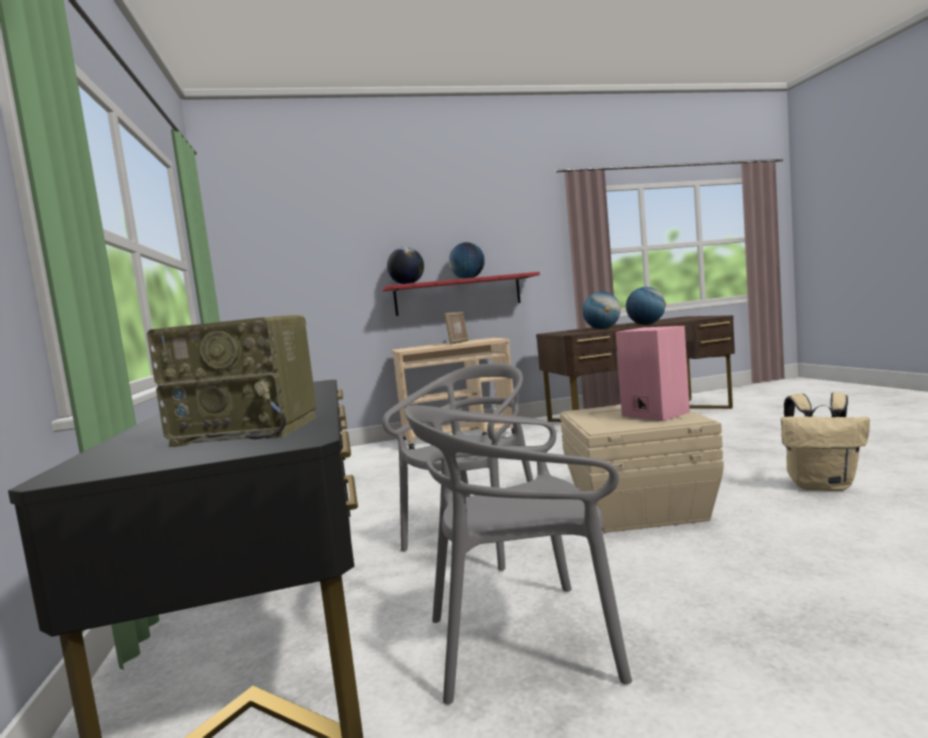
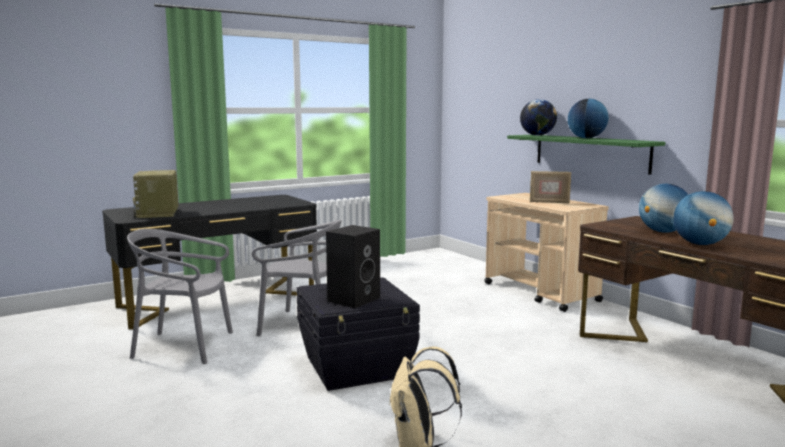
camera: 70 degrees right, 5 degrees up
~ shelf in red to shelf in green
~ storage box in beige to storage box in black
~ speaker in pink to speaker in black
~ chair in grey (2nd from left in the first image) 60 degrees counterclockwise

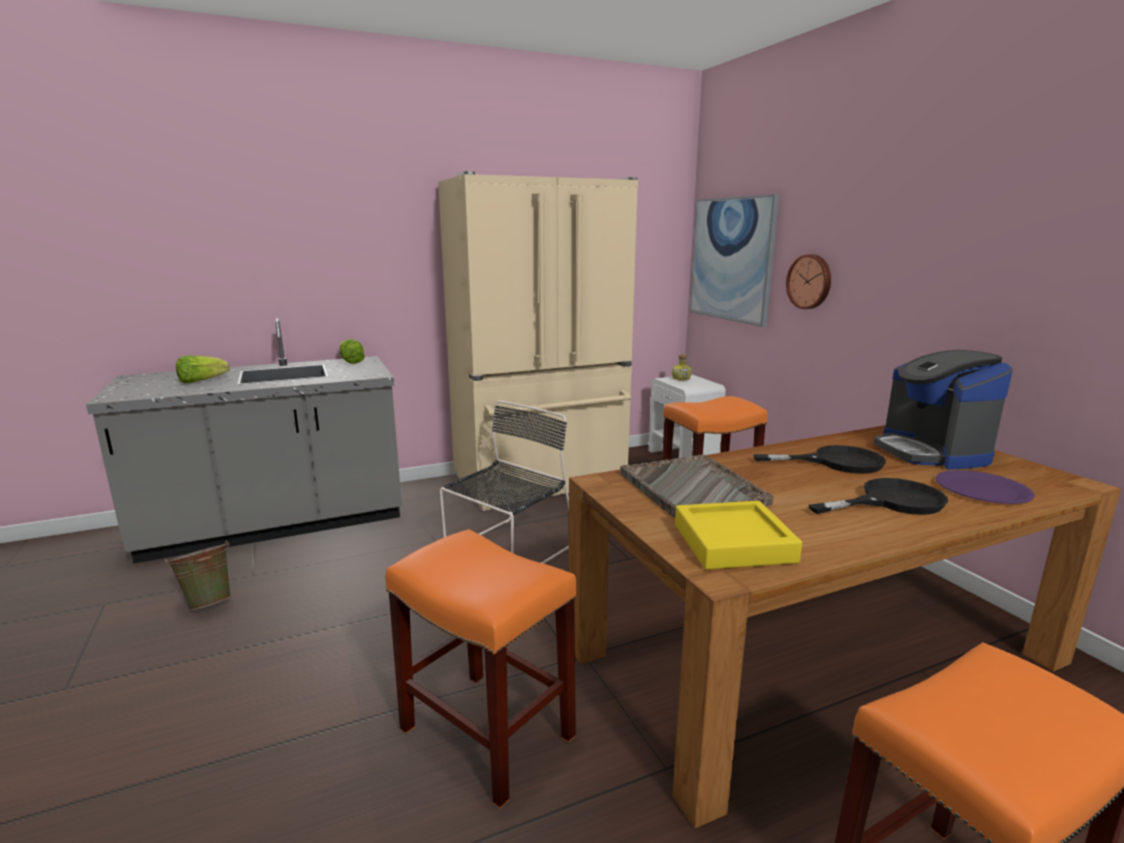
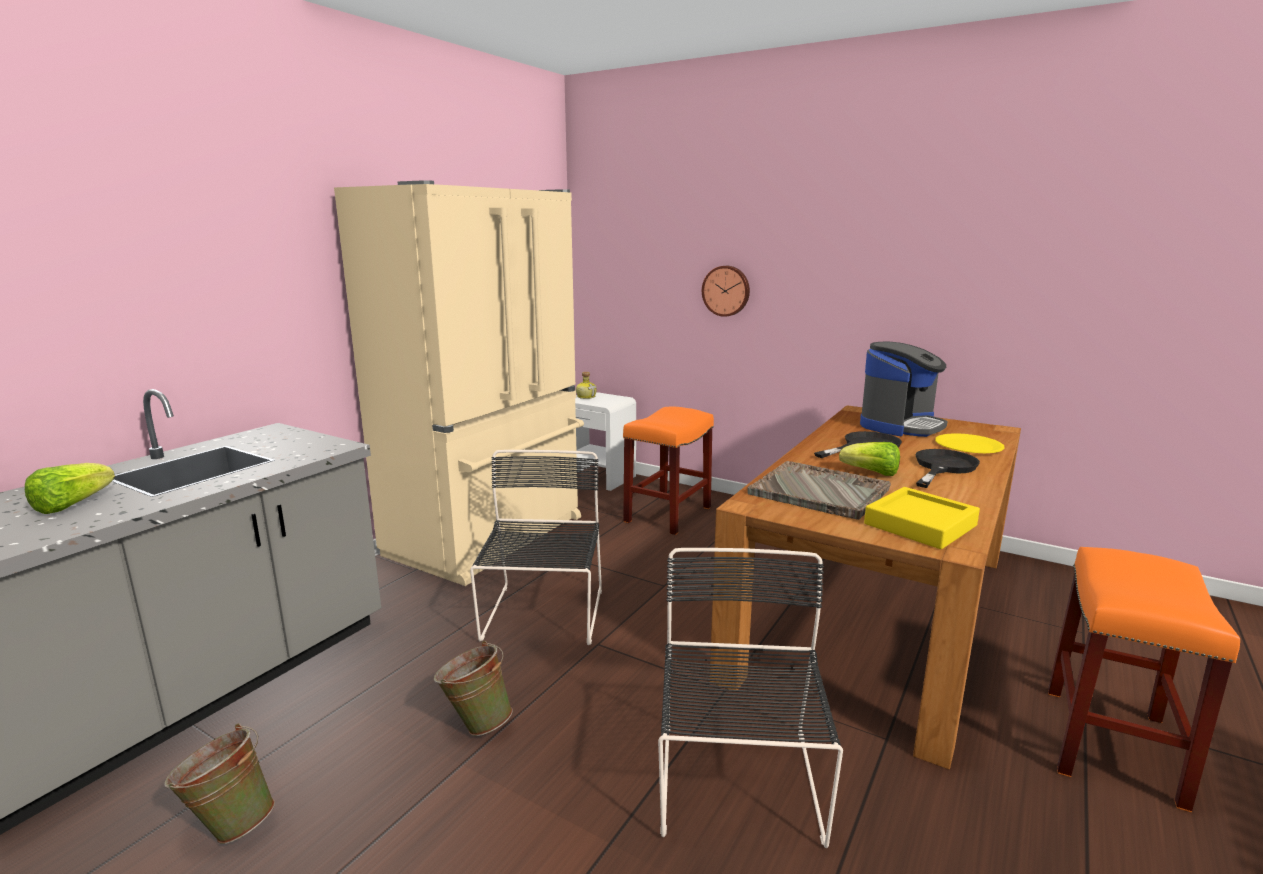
camera: 35 degrees left, 0 degrees up
- picture
+ bucket in green (2nd from left)
~ lettuce (2nd from left)
~ stool in orange (1st from left) to chair in black (2nd from left)
~ plate in purple to plate in yellow
~ coffee machine 90 degrees counterclockwise

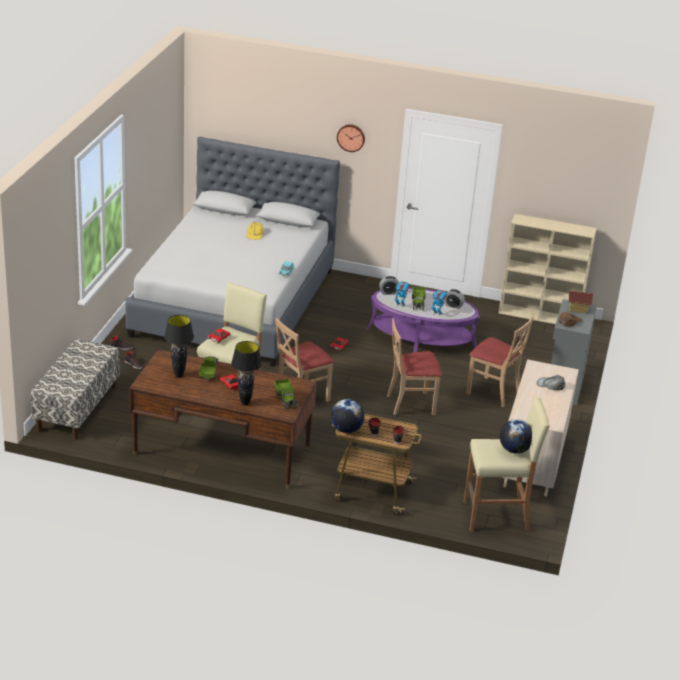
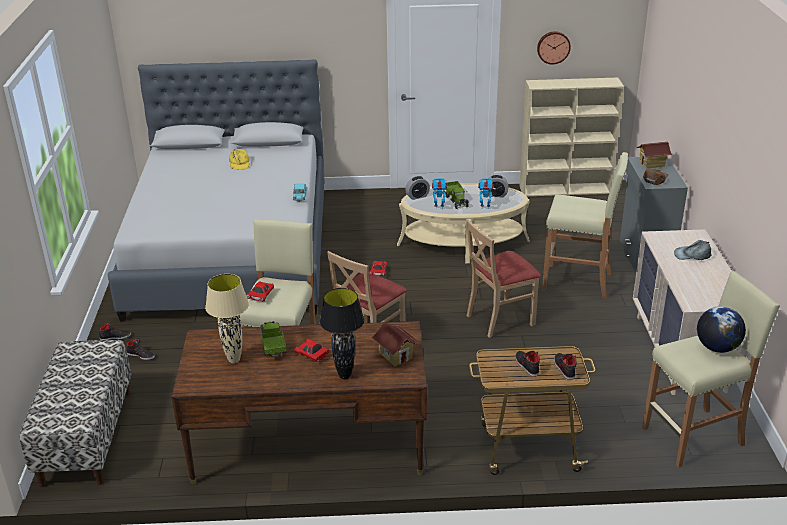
camera: 15 degrees left, 0 degrees up
- globe (1st from left)
~ wall clock
~ toy truck (2nd from left) to toy house (1st from left)
~ chair in beige (3rd from left) to stool in beige (2nd from left)
~ table lamp in black (1st from left) to table lamp in beige
~ coffee table in purple to coffee table in beige

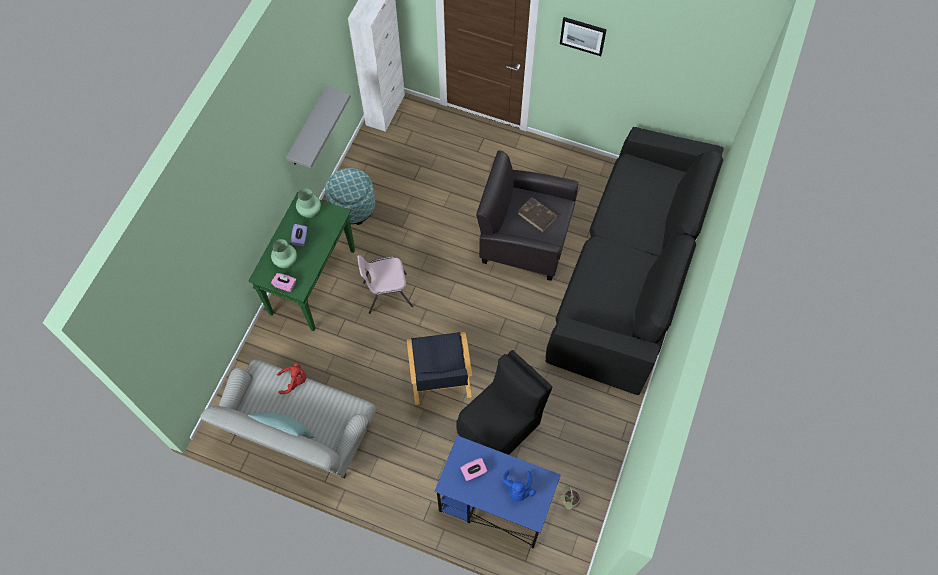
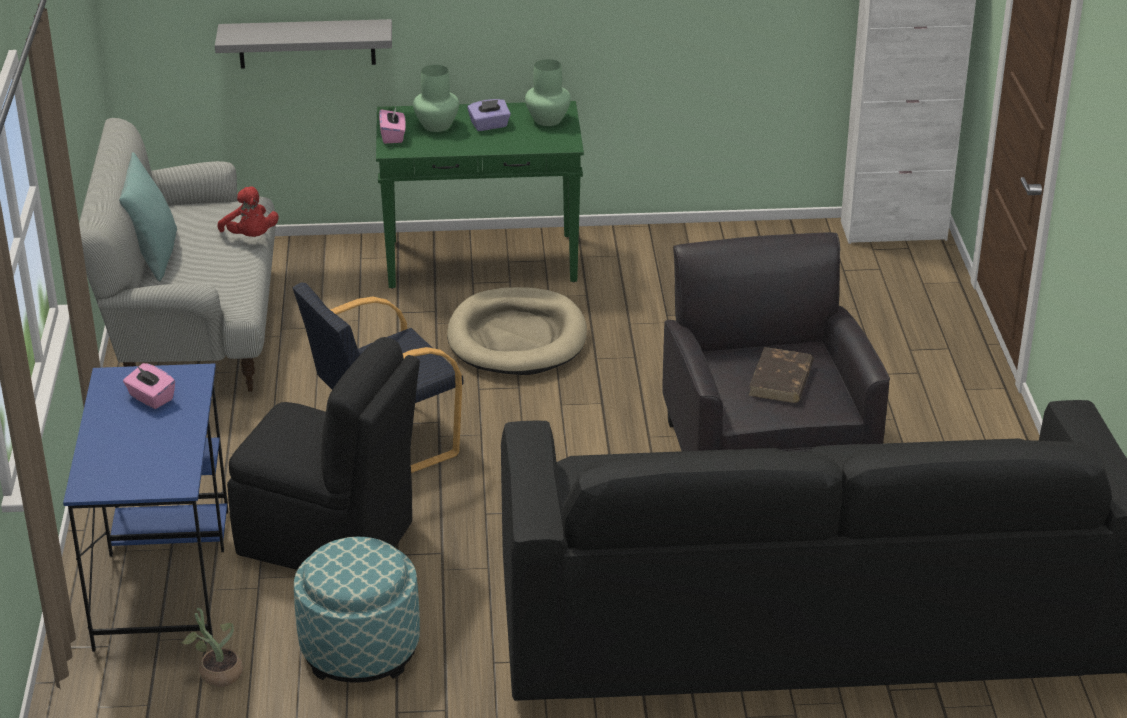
camera: 65 degrees right, 30 degrees down
- plush toy in blue
- picture
~ shelf in grey
~ ottoman
~ chair in pink to dog bed in beige

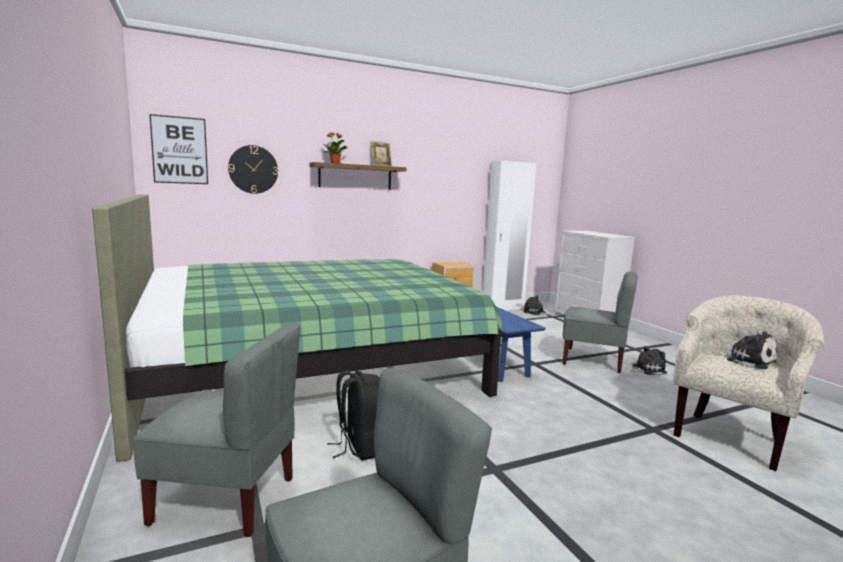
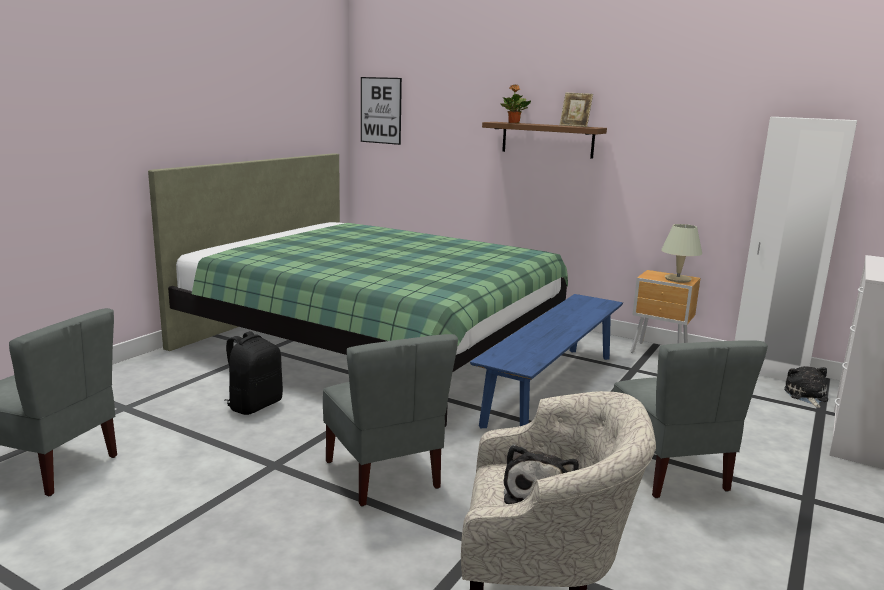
camera: 55 degrees right, 5 degrees up
- wall clock
- plush toy (2nd from left)
+ table lamp in beige
~ chair in grey (1st from left in the first image) to chair in grey (2nd from left)

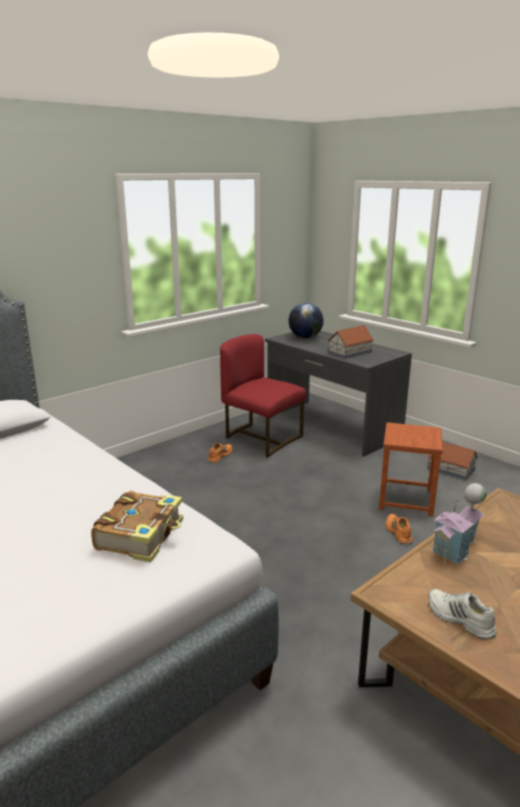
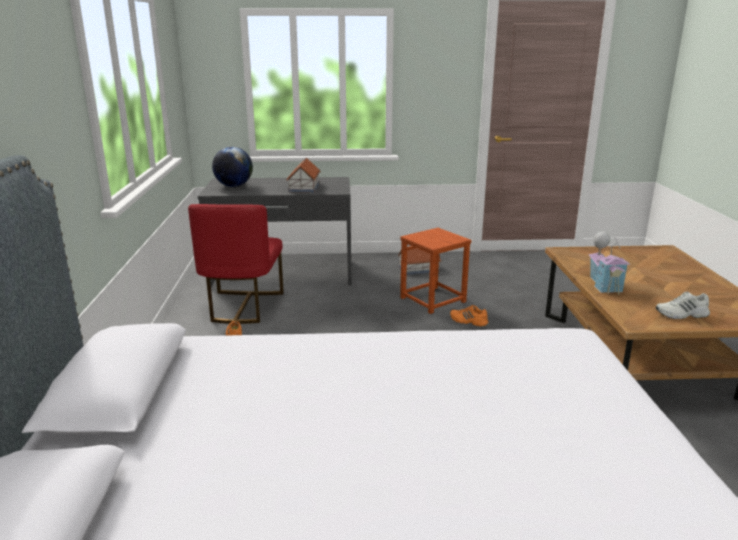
camera: 50 degrees left, 0 degrees up
- book
~ chair in red 75 degrees counterclockwise

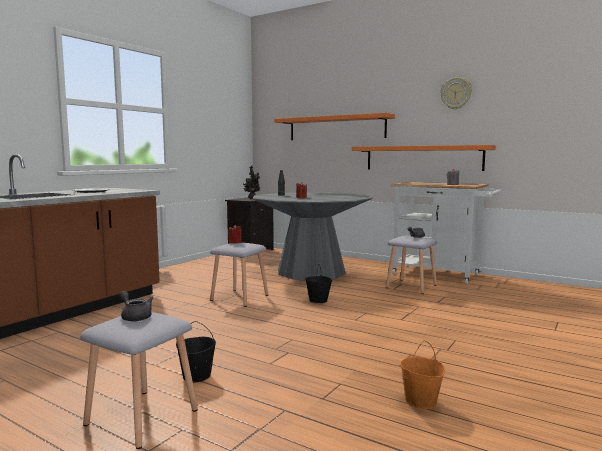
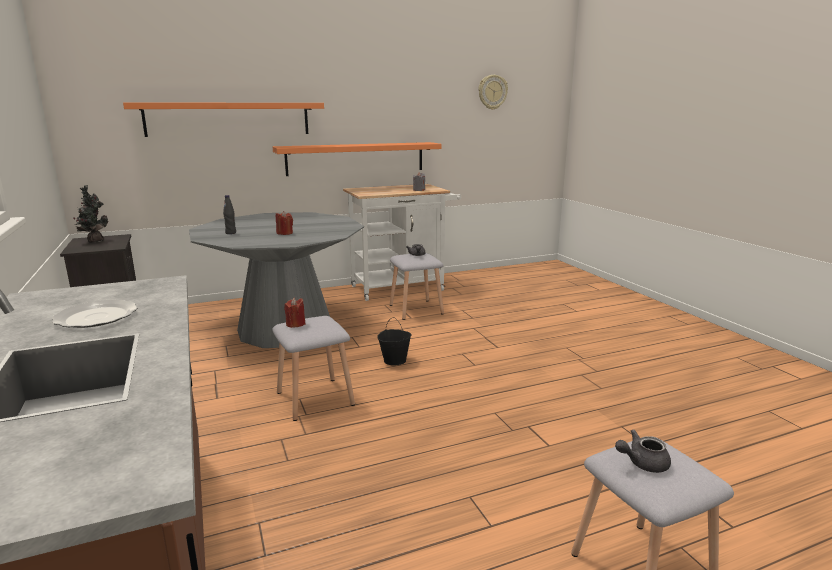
camera: 55 degrees left, 10 degrees up
- bucket in black (1st from left)
- bucket in orange
~ wall clock

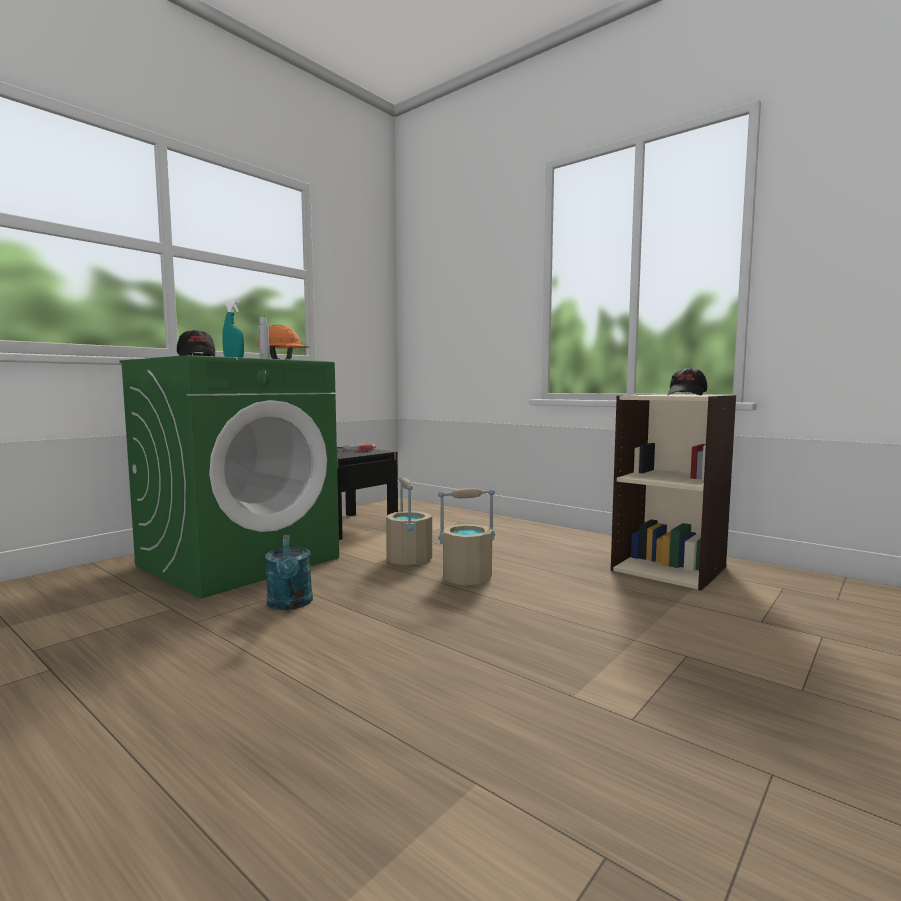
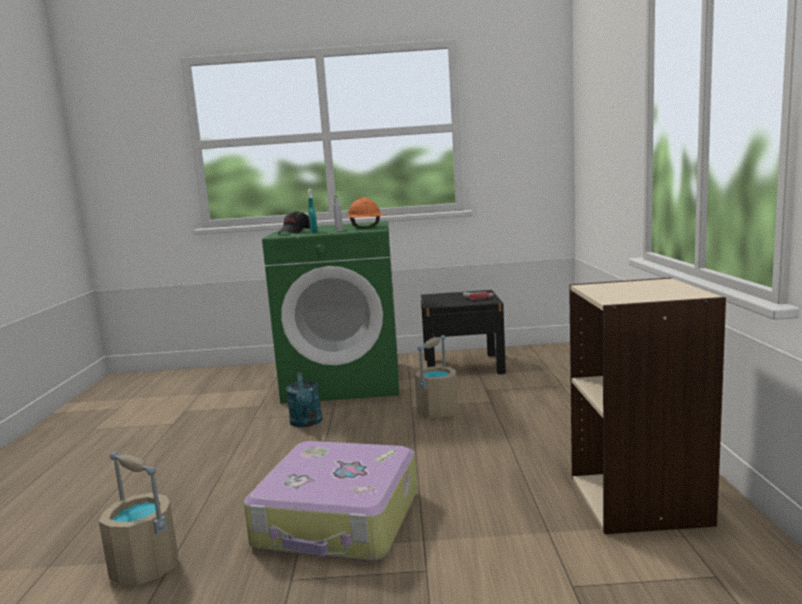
camera: 50 degrees right, 5 degrees up
- cap in black (2nd from left)
+ suitcase
~ bucket in beige (2nd from left in the first image) to bucket in beige (1st from left)
~ watering can in turquoise 45 degrees counterclockwise

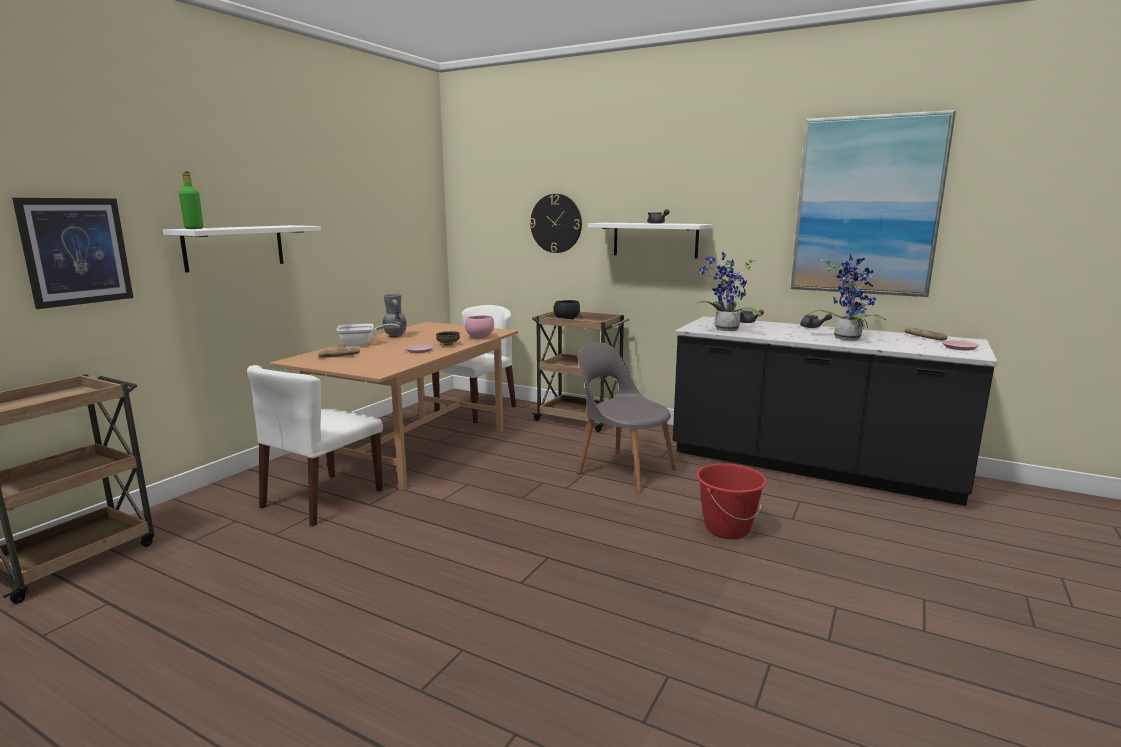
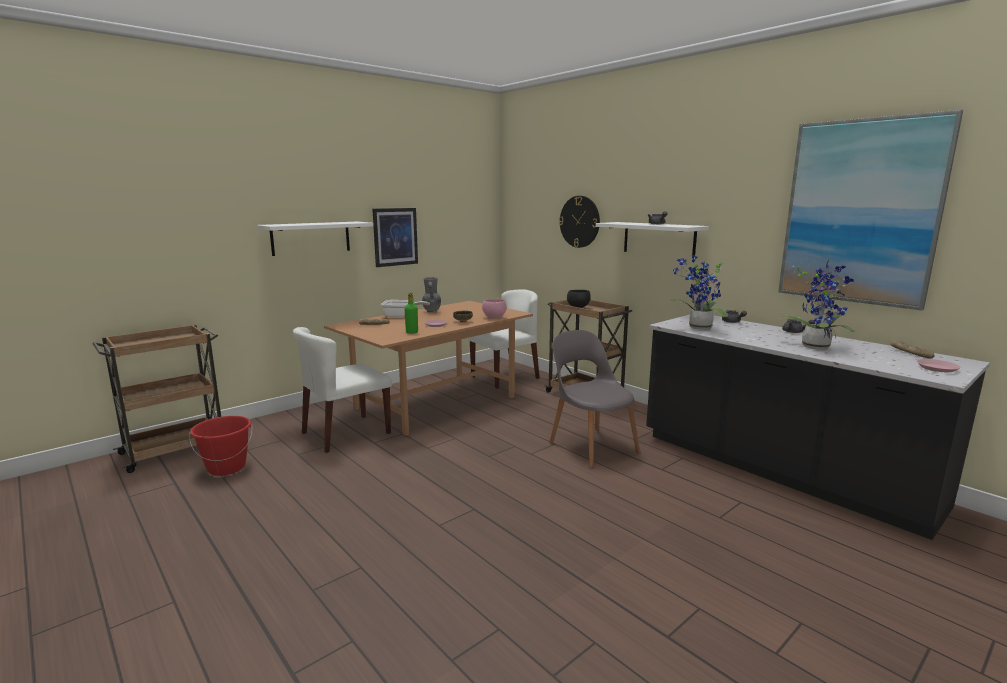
camera: 20 degrees right, 0 degrees up
~ picture (1st from left)
~ bottle in green
~ bucket in red

